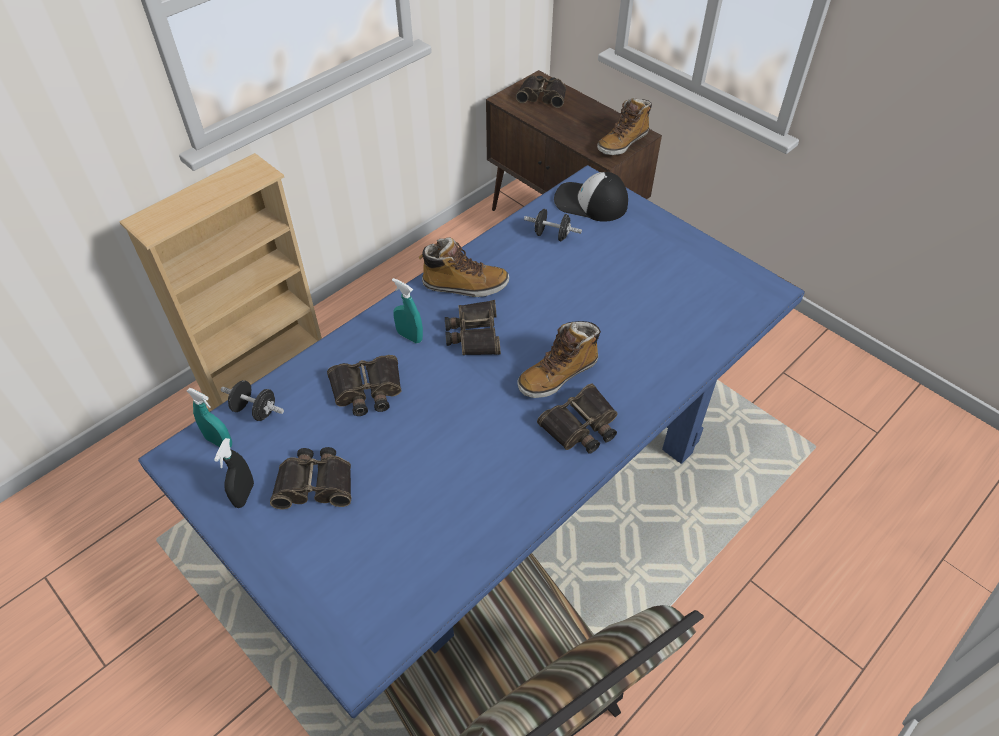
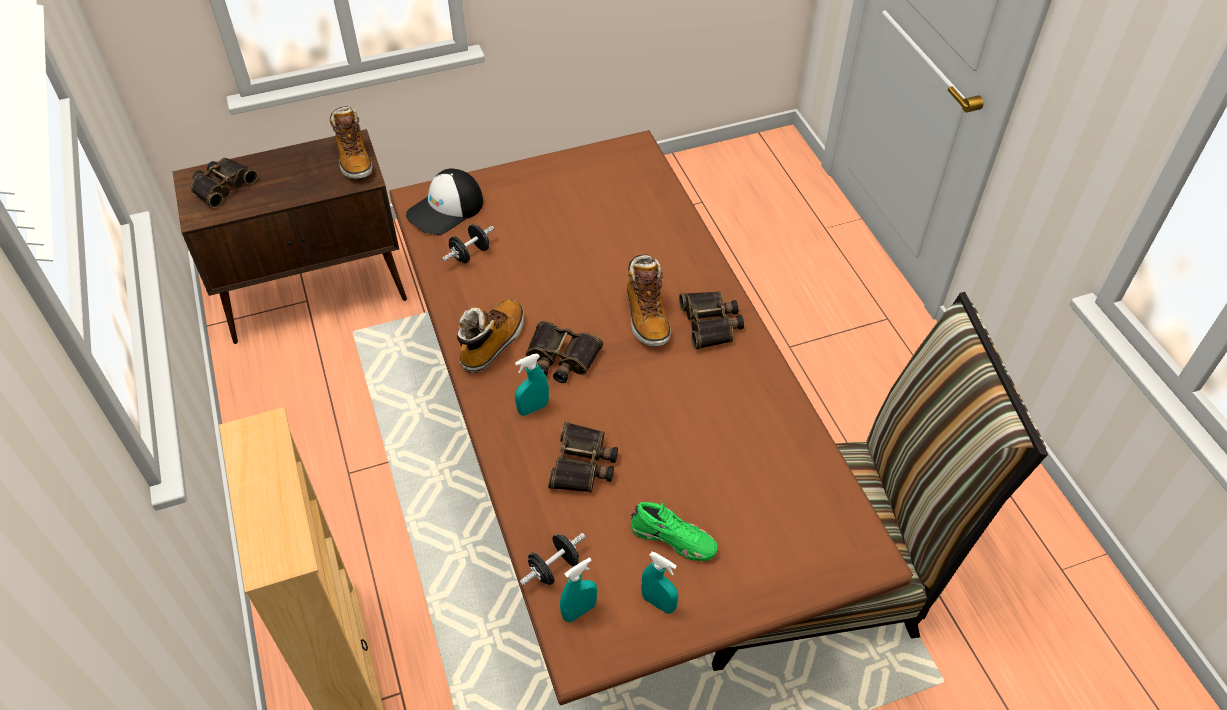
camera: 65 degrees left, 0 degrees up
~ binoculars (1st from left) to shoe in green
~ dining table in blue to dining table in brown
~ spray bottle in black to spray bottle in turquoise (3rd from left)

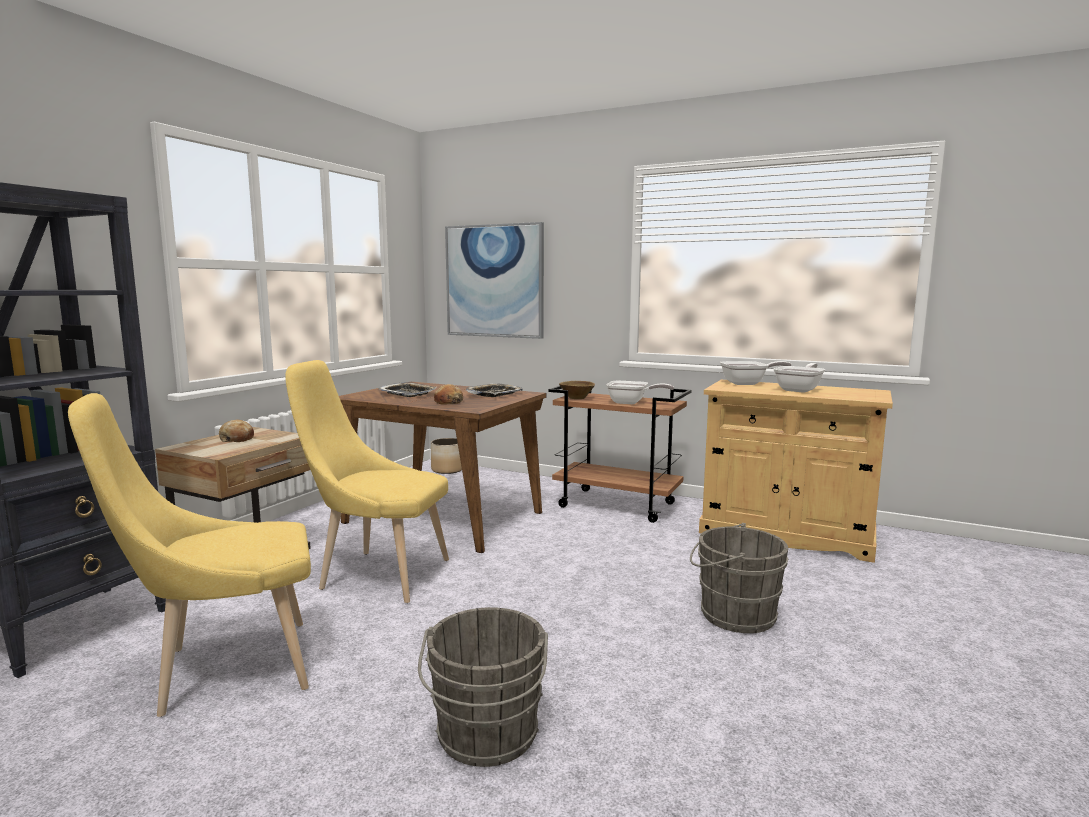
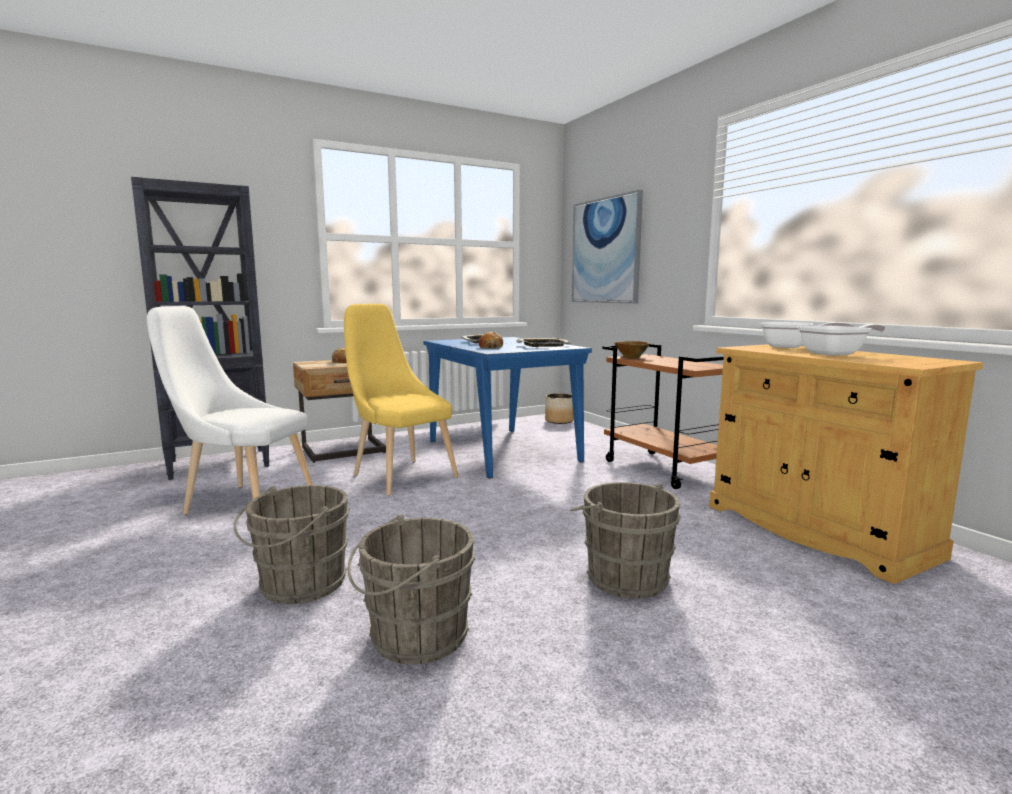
camera: 35 degrees right, 0 degrees up
- frying pan (1st from left)
+ bucket in grey (2nd from left)
~ chair in yellow (1st from left) to chair in white
~ dining table in brown to dining table in blue

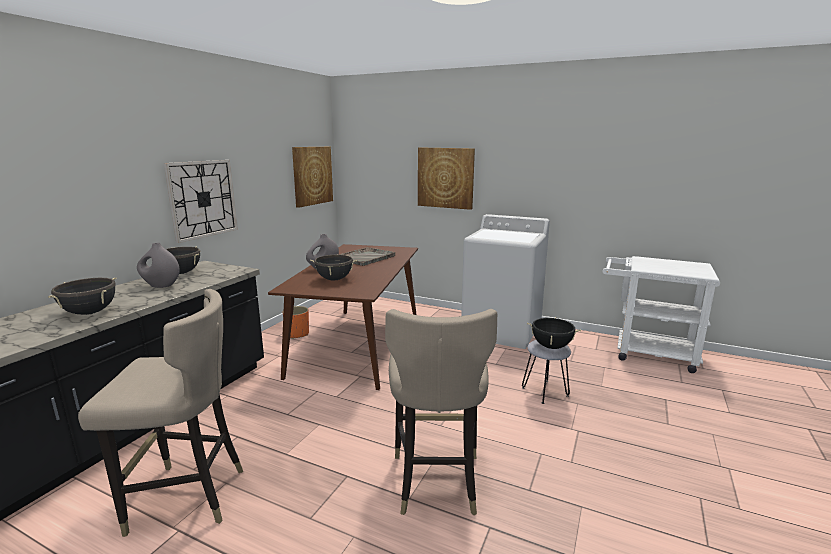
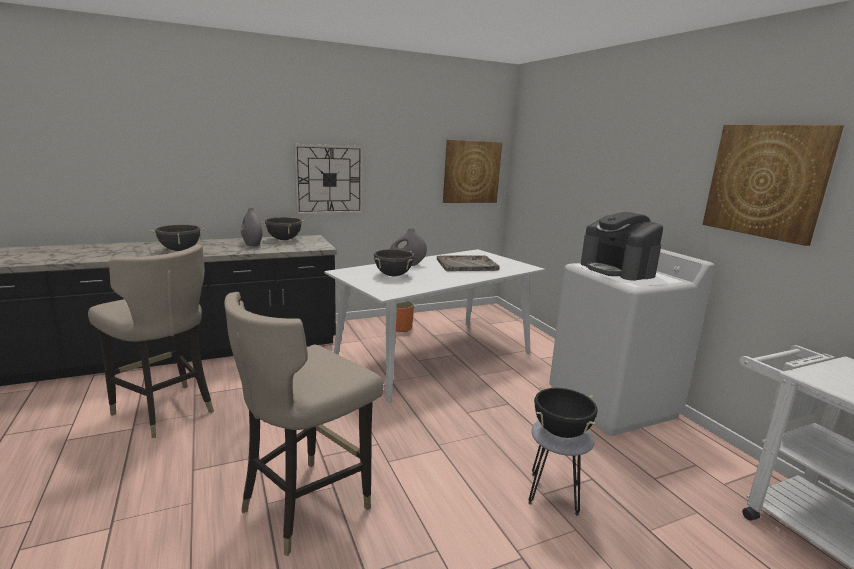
camera: 40 degrees right, 0 degrees up
+ coffee machine
~ picture (2nd from left)
~ dining table in brown to dining table in white

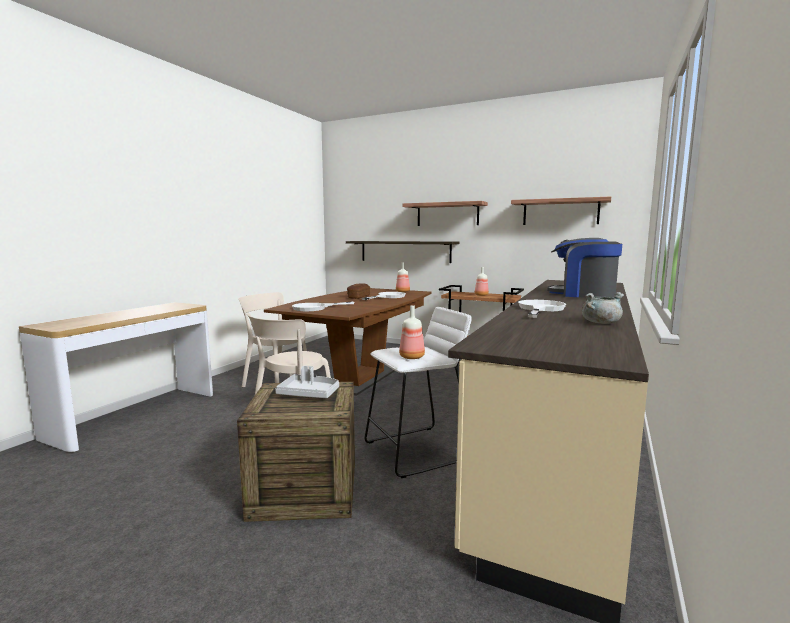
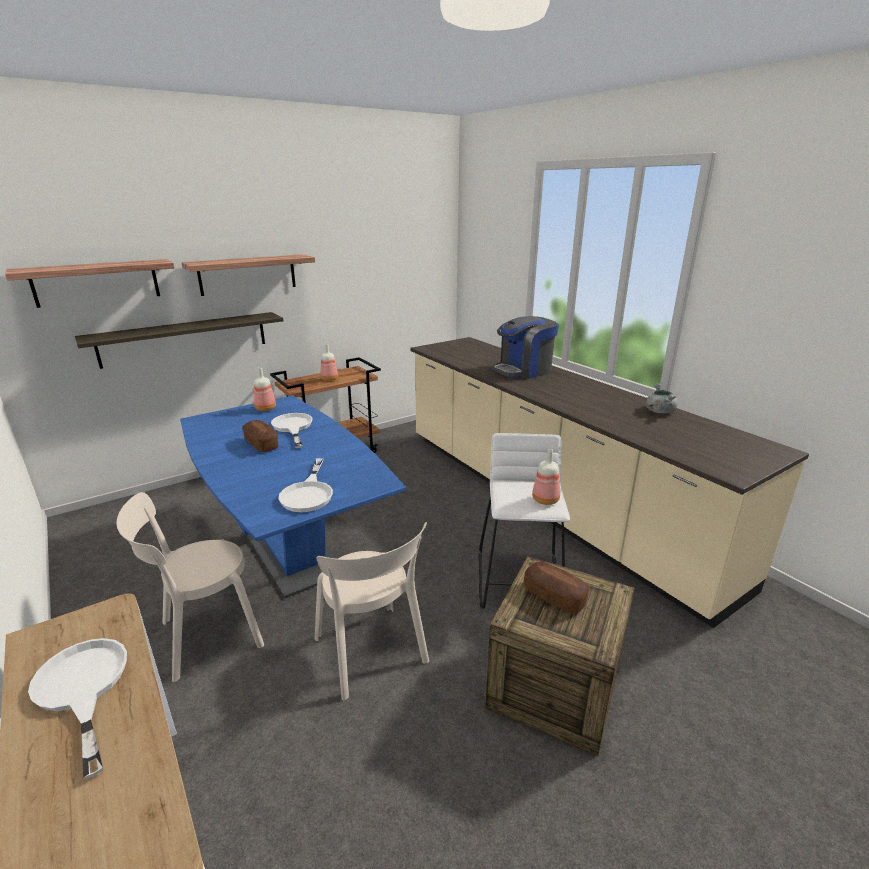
camera: 60 degrees left, 15 degrees up
~ shelf (3rd from left in the first image) to shelf (1st from left)
~ frying pan in white (3rd from left in the first image) to frying pan in white (1st from left)
~ tray in grey to bread (2nd from left)
~ dining table in brown to dining table in blue

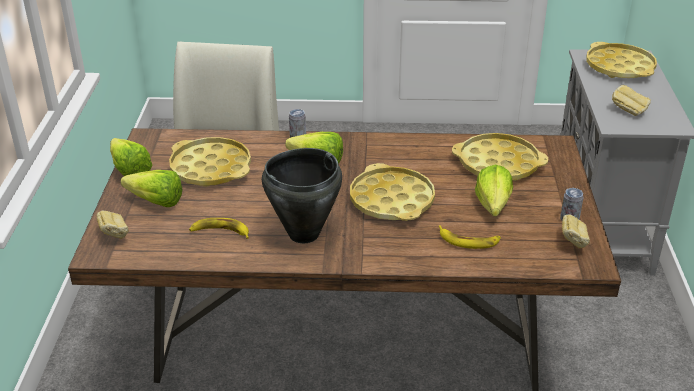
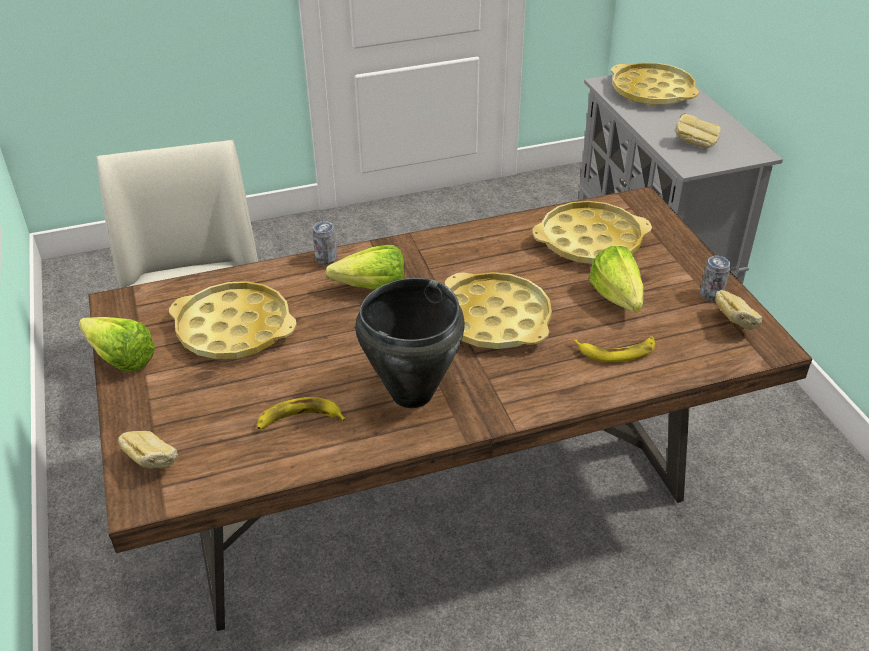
camera: 20 degrees left, 5 degrees up
- lettuce (2nd from left)

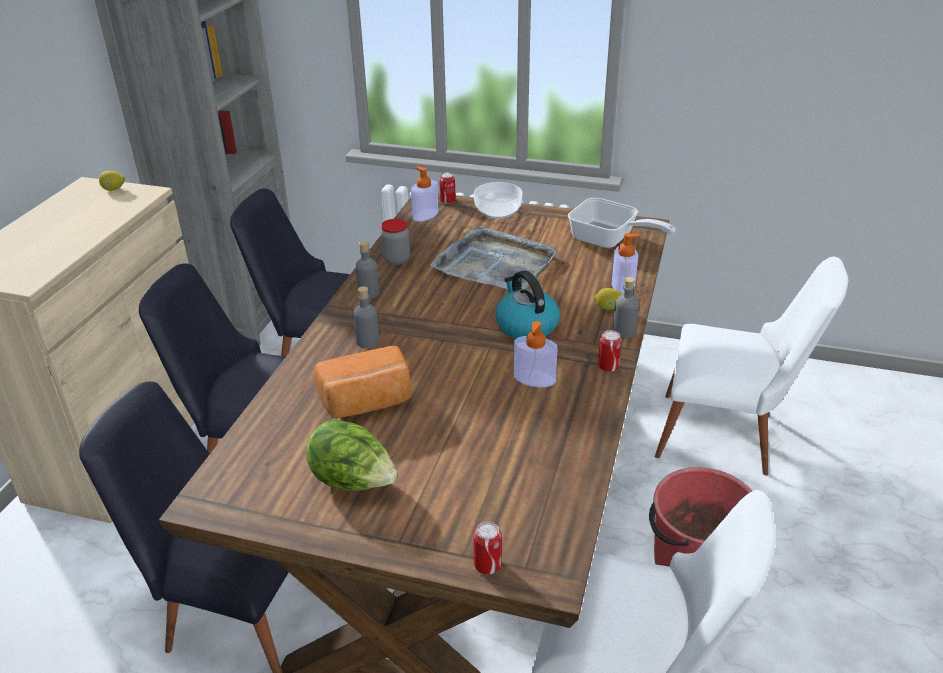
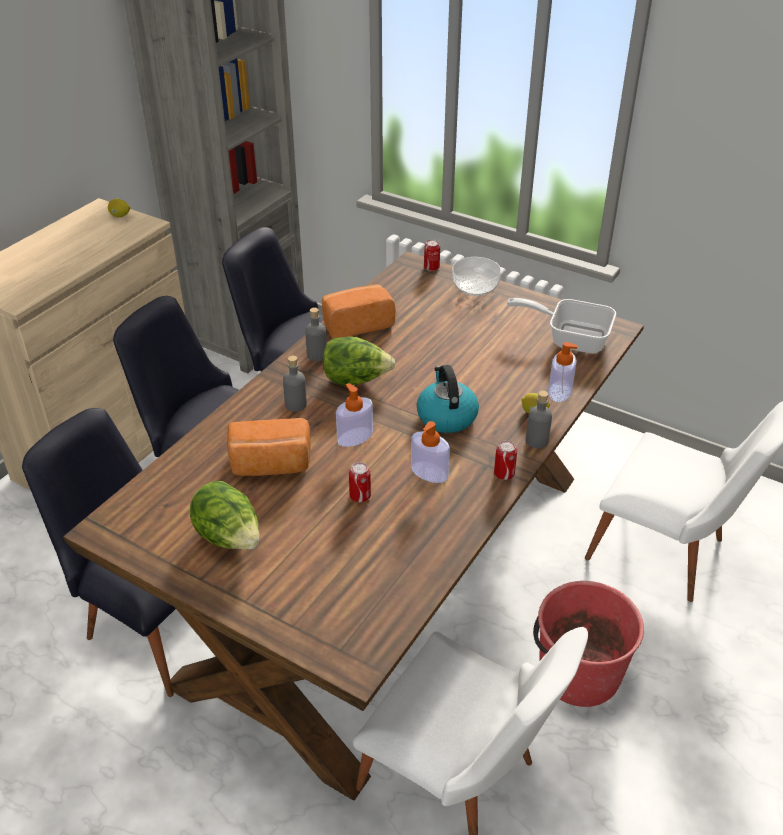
camera: 15 degrees right, 5 degrees up
- tray in grey
+ lettuce (2nd from left)
~ soap dispenser (1st from left)
~ can (2nd from left in the first image) to can (1st from left)
~ jar to bread (2nd from left)
~ frying pan 150 degrees clockwise

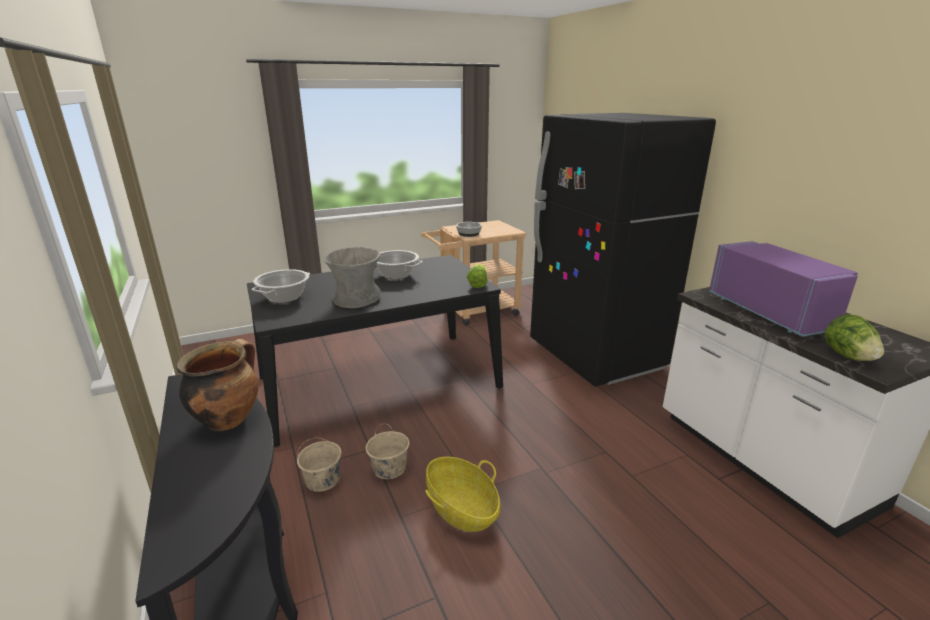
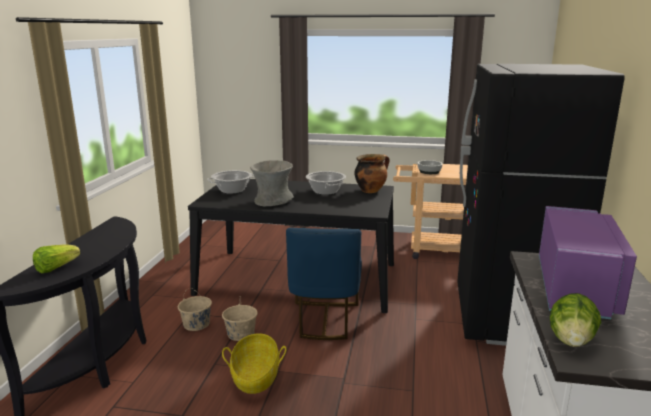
camera: 35 degrees right, 5 degrees down
+ chair in blue
~ cooking pot (1st from left in the first image) to cooking pot (3rd from left)
~ lettuce (1st from left)

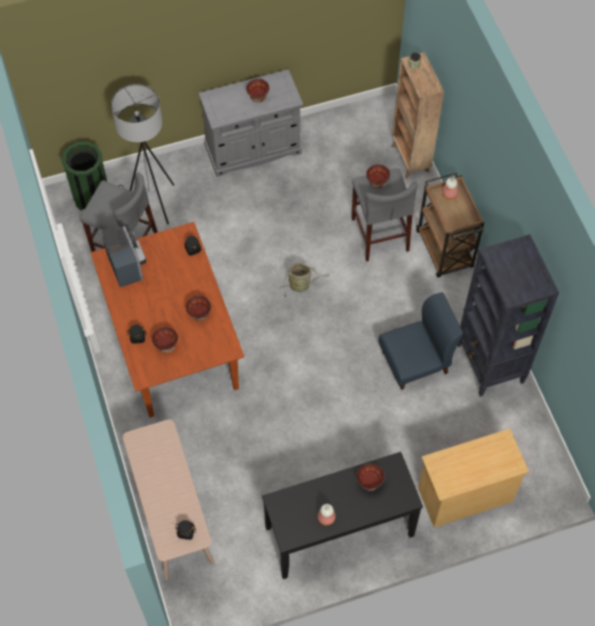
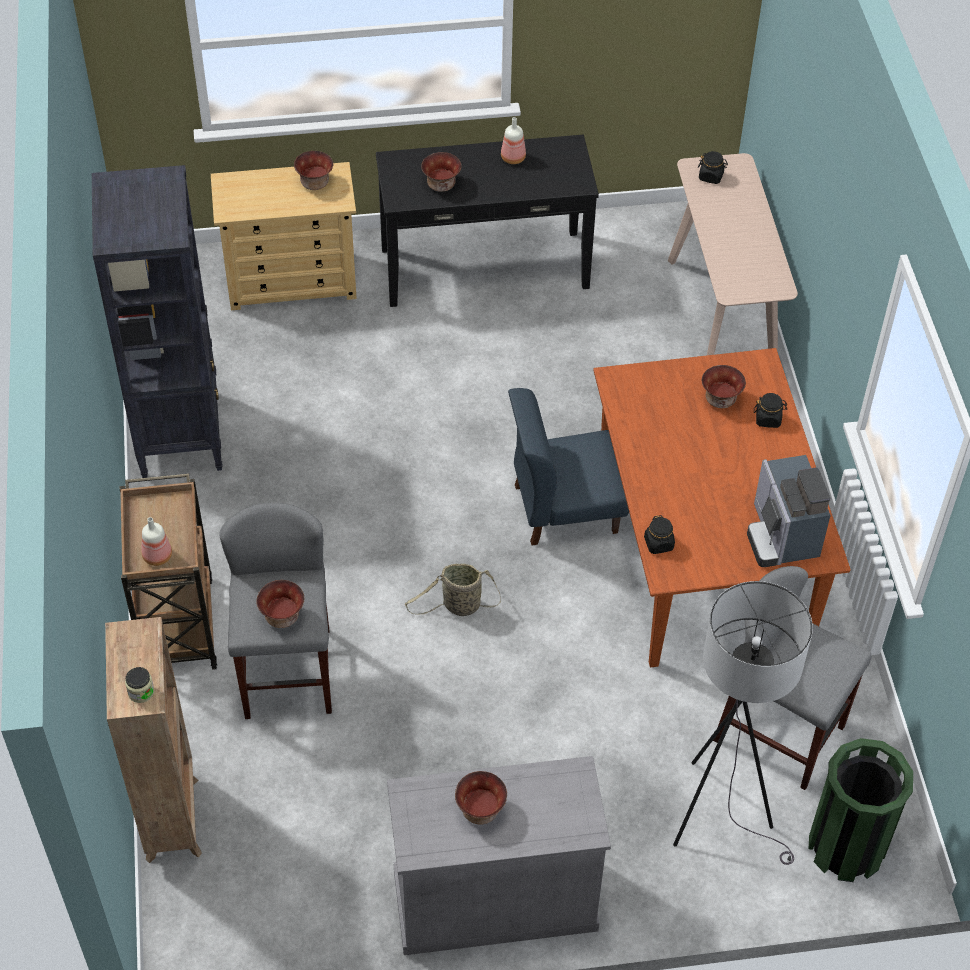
camera: 170 degrees left, 10 degrees down
~ bowl (2nd from left)
~ chair in blue

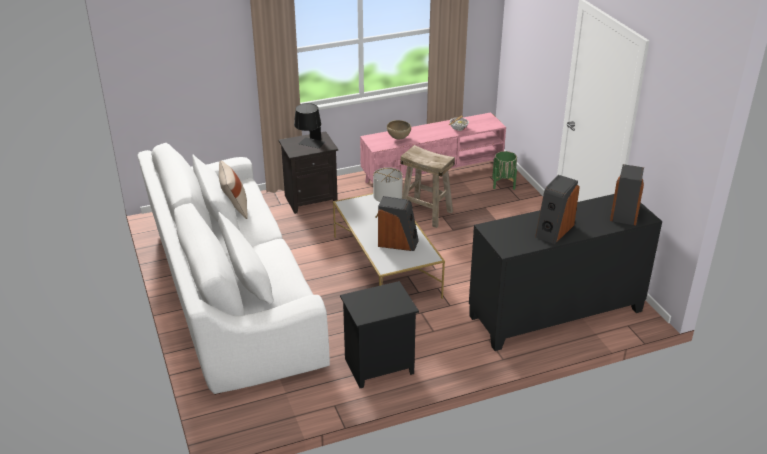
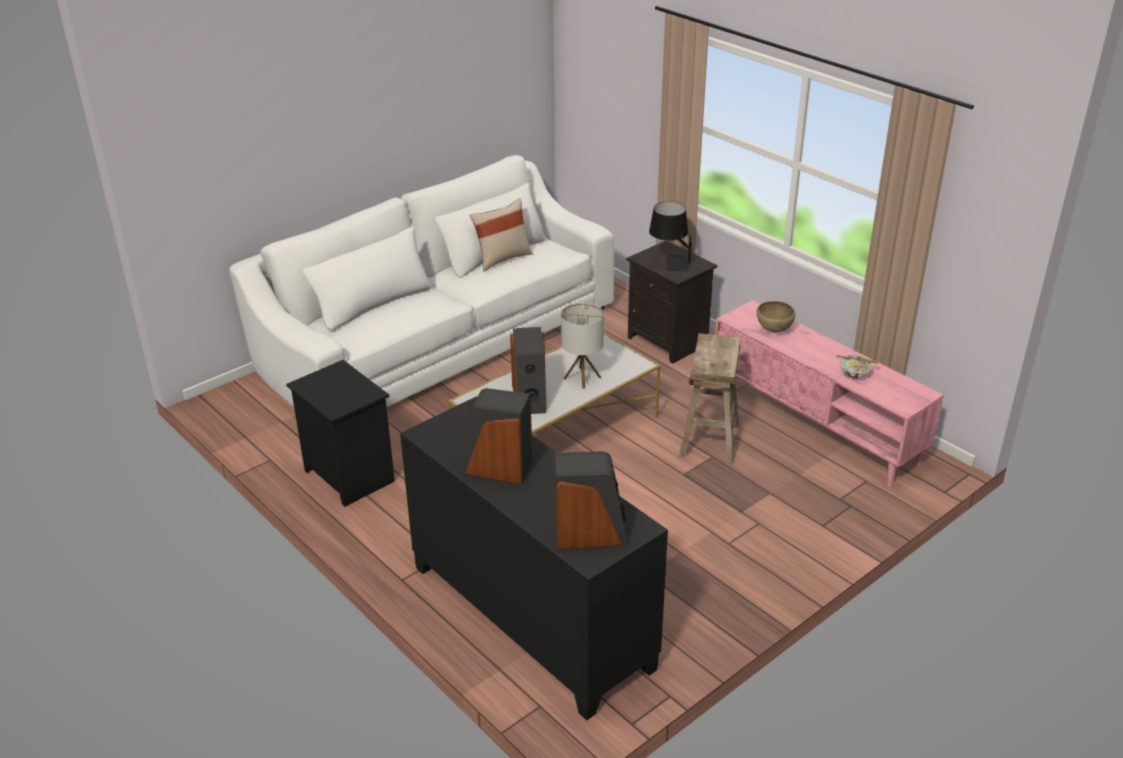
camera: 70 degrees right, 0 degrees up
- planter in green

